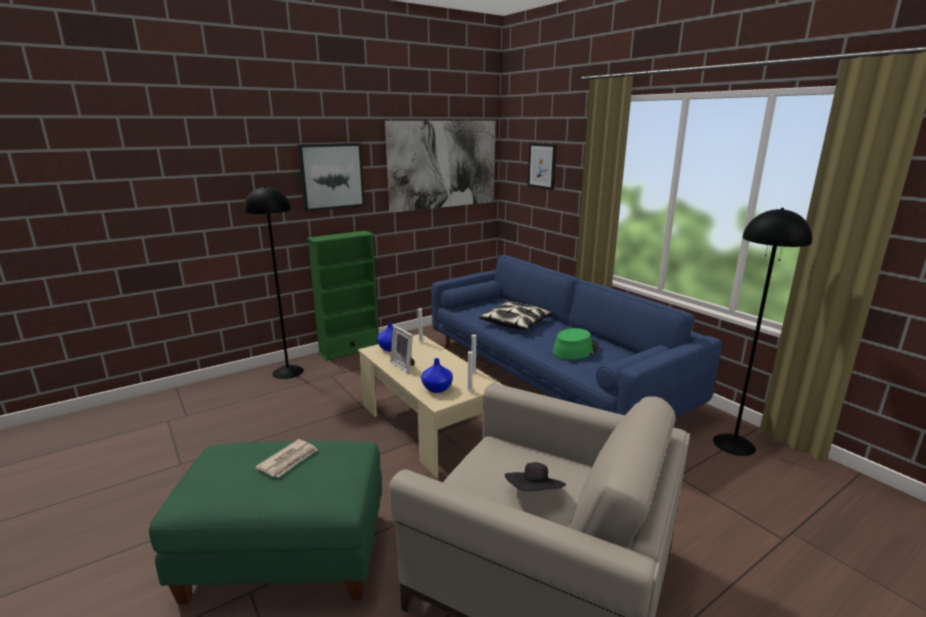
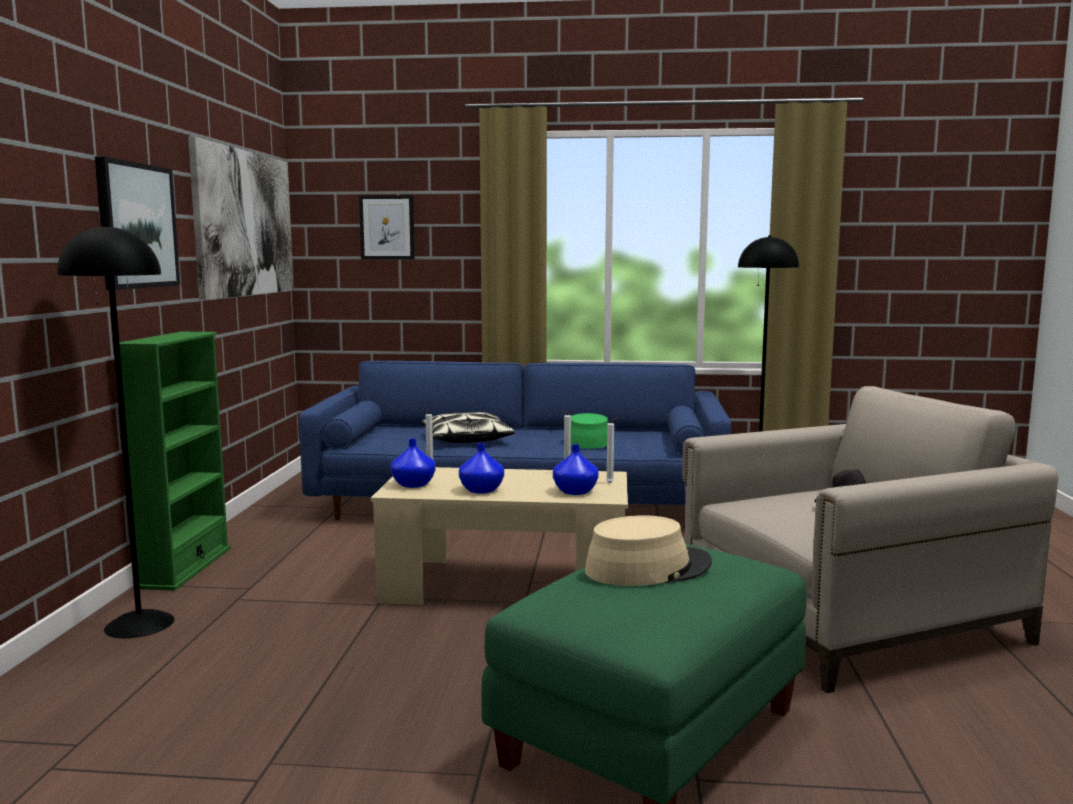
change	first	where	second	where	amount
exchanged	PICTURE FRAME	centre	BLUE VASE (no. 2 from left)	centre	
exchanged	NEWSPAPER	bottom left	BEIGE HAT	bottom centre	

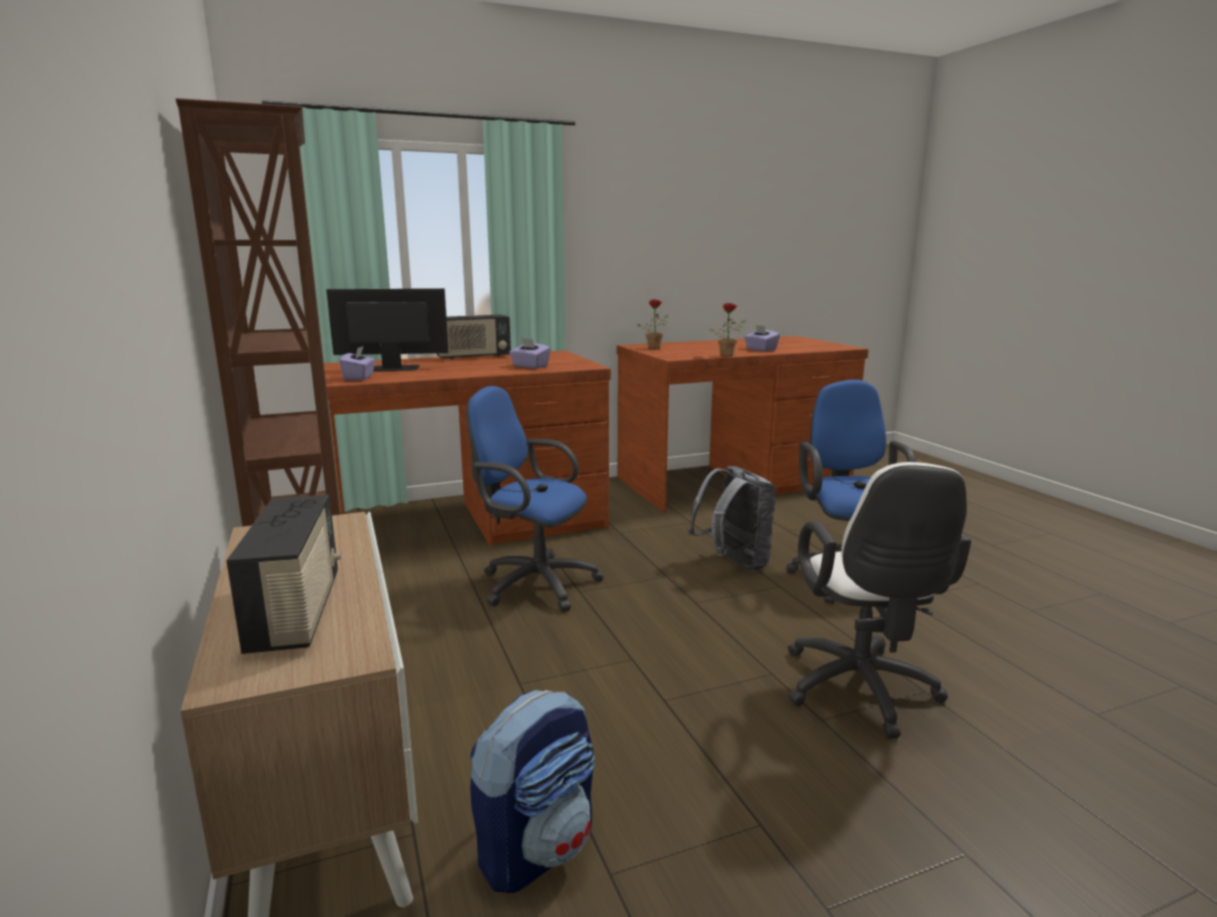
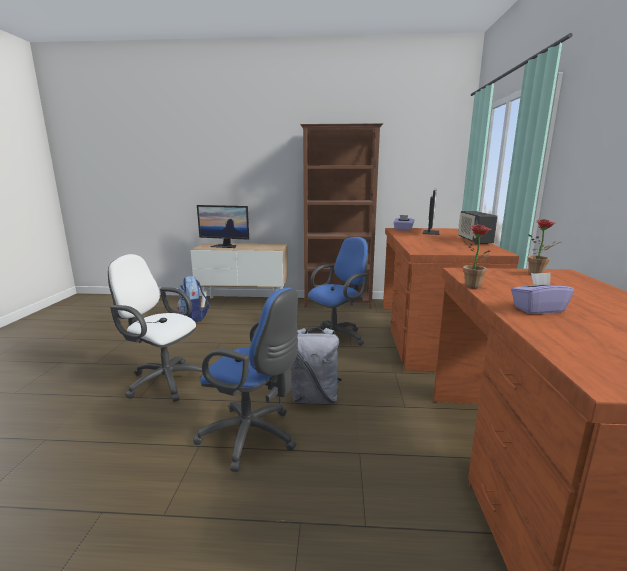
change	first	where	second	where	amount
exchanged	RADIO (no. 1 from left)	middle left	MONITOR (no. 1 from left)	centre	
missing	PURPLE TISSUE BOX (no. 2 from left)	centre			

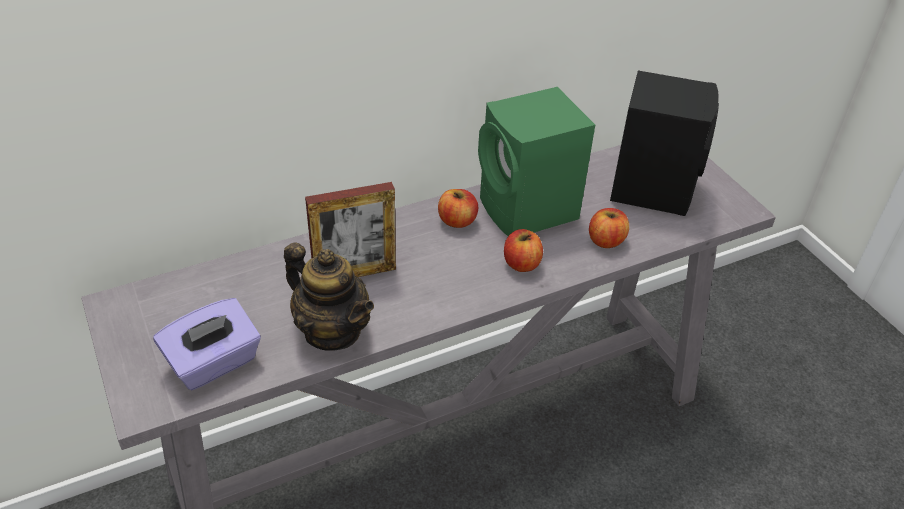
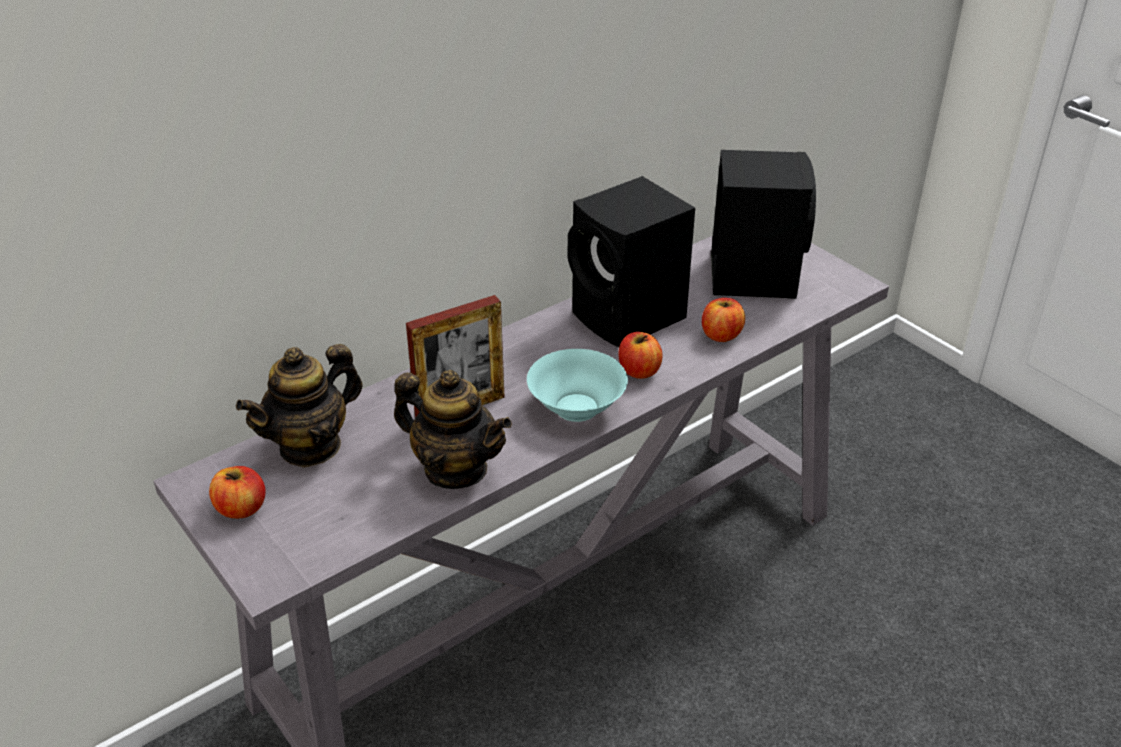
change	first	where	second	where	amount
relocated	APPLE (no. 1 from left)	centre		middle left	
appeared			TEAPOT (no. 1 from left)	middle left	
appeared			TURQUOISE BOWL	centre	
colour	GREEN SPEAKER	top centre	BLACK SPEAKER (no. 1 from left)	centre	
missing	PURPLE TISSUE BOX	bottom left			

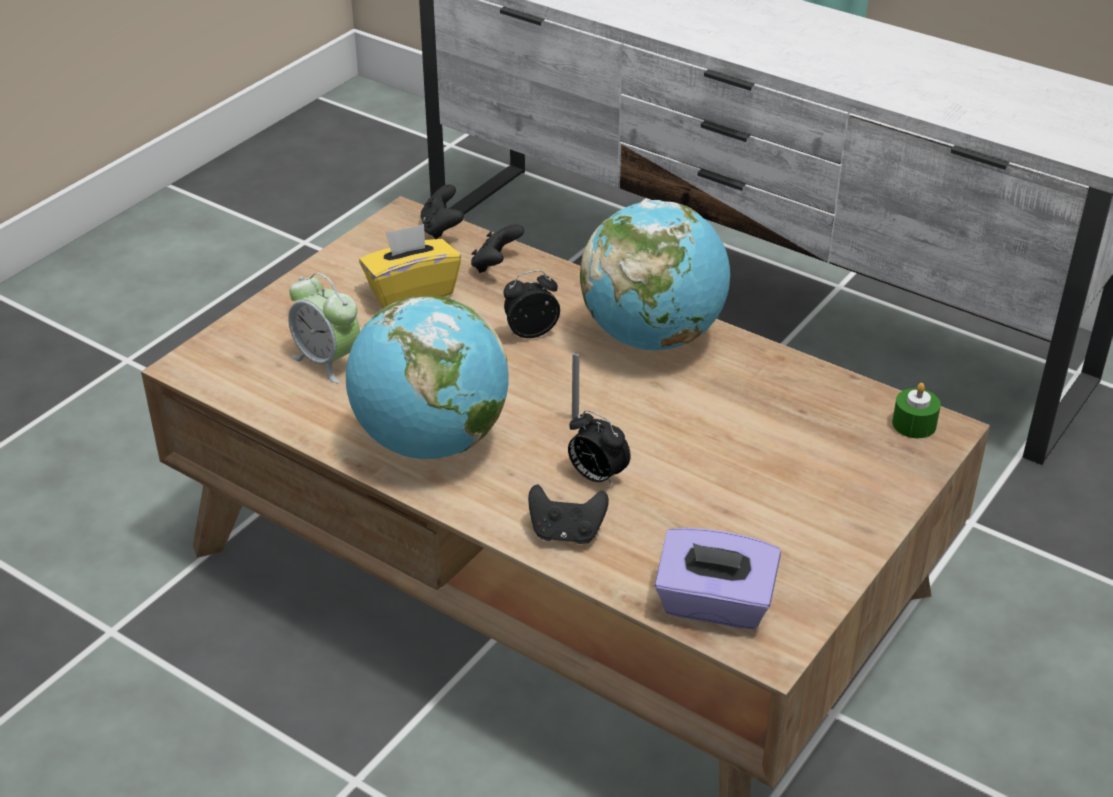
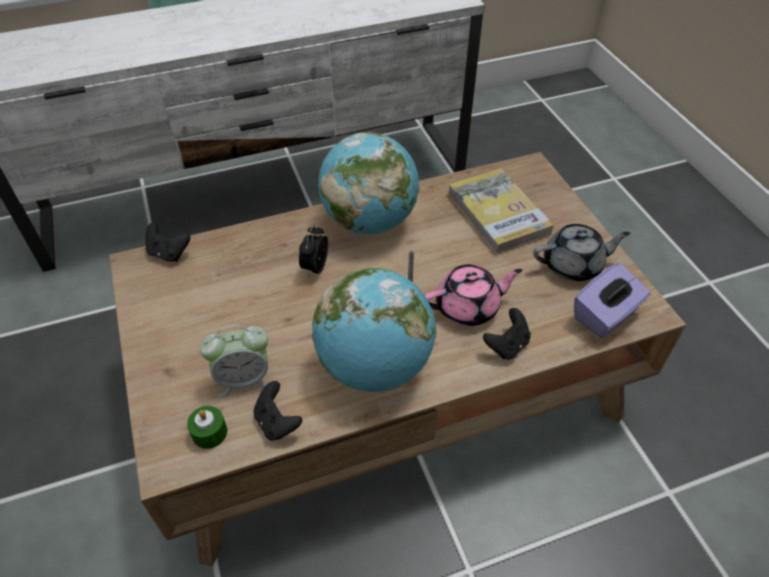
change	first	where	second	where	amount
relocated	GREEN CANDLE	middle right		bottom left	
relocated	BLACK GAME CONTROLLER (no. 2 from left)	top centre		bottom centre	
exchanged	ALARM CLOCK (no. 3 from left)	centre	PINK TEAPOT	centre	
appeared			BOOK	centre	
appeared			GREY TEAPOT	middle right	
missing	YELLOW TISSUE BOX	centre			

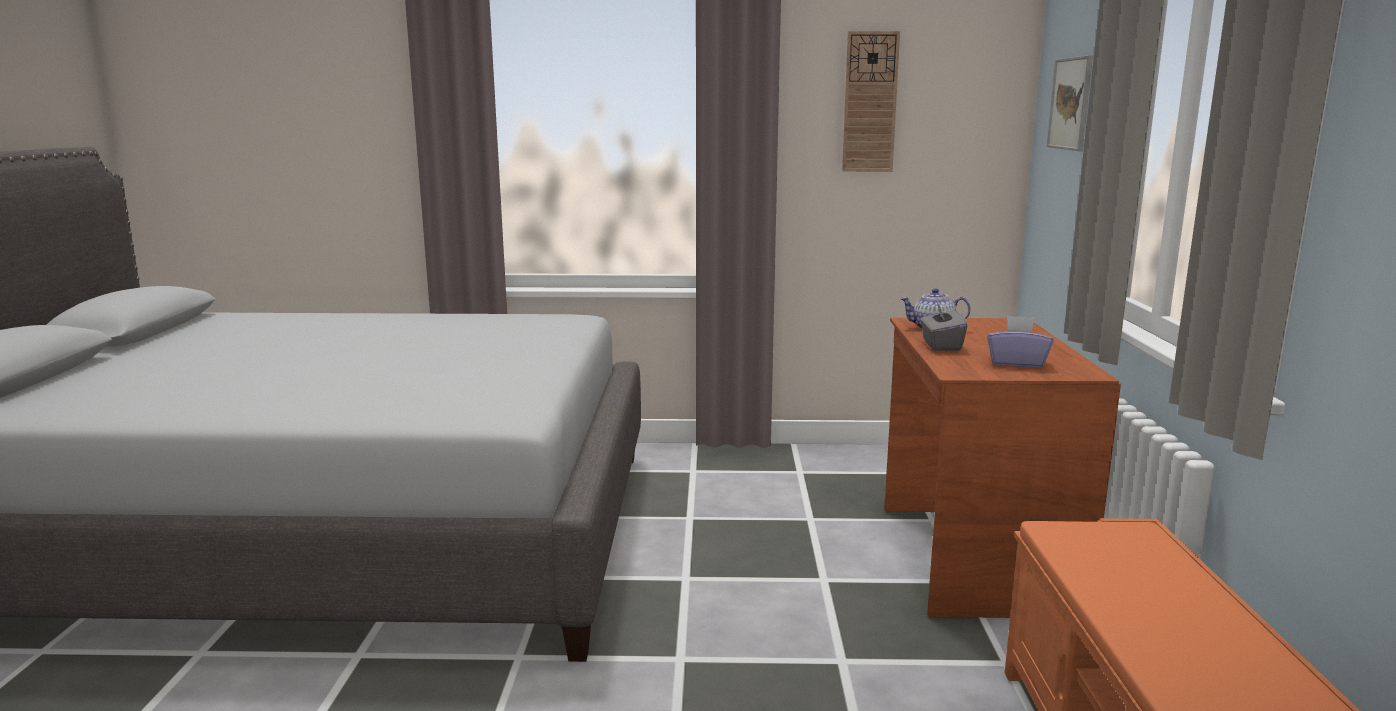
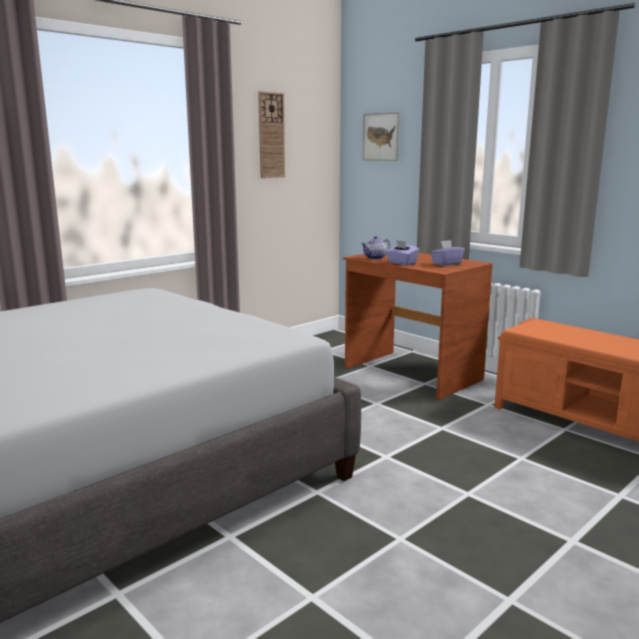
change	first	where	second	where	amount
colour	GREY TISSUE BOX	middle right	PURPLE TISSUE BOX (no. 1 from left)	centre	

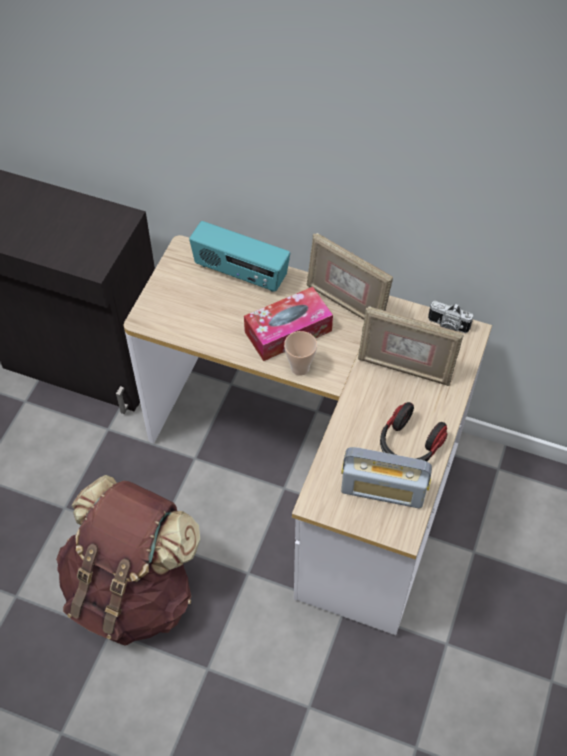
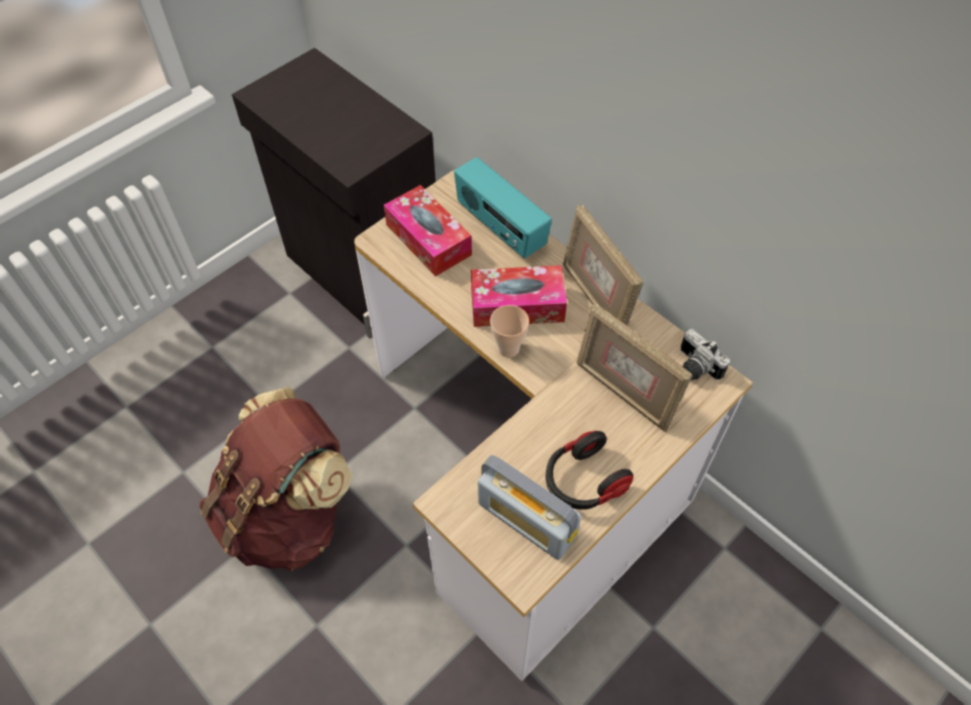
change	first	where	second	where	amount
appeared			TISSUE BOX (no. 1 from left)	top centre	

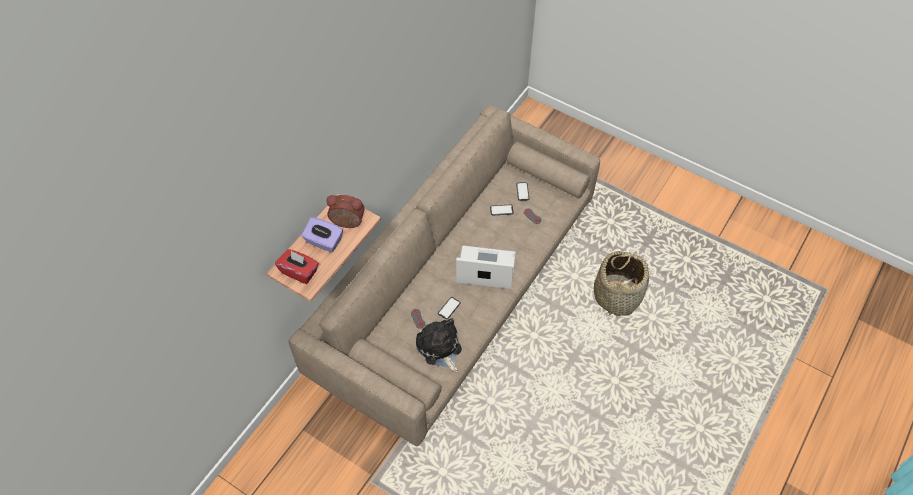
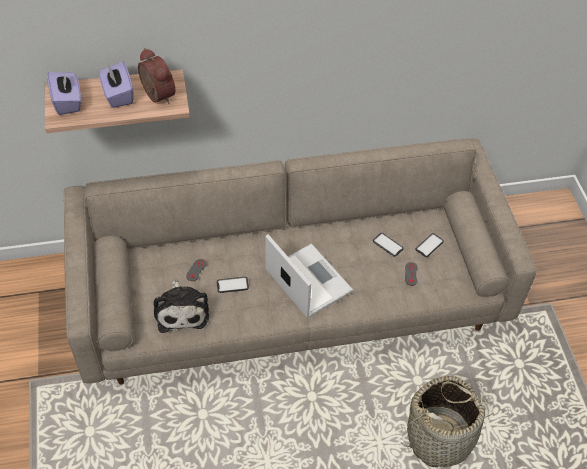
change	first	where	second	where	amount
colour	RED TISSUE BOX	middle left	PURPLE TISSUE BOX (no. 1 from left)	top left	
spun	PLUSH TOY	bottom centre		middle left	150 degrees clockwise

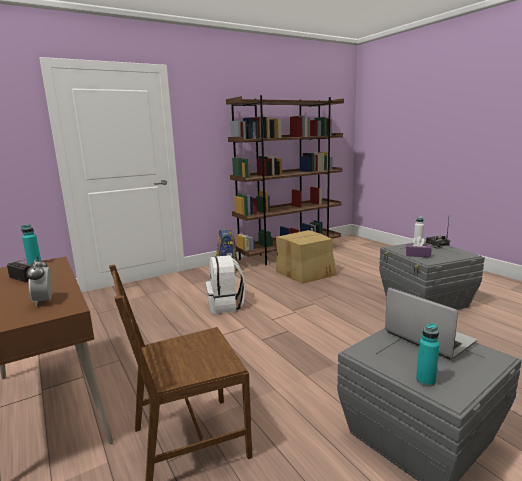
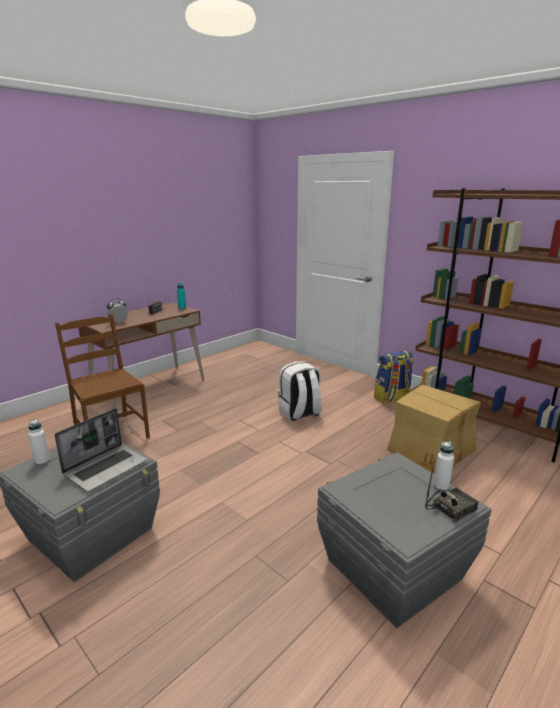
change	first	where	second	where	amount
colour	TURQUOISE BOTTLE (no. 2 from left)	bottom right	WHITE BOTTLE (no. 1 from left)	middle left	
missing	PURPLE TISSUE BOX	middle right			

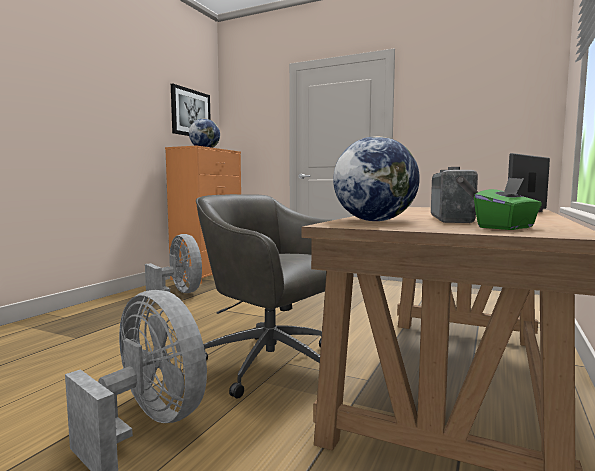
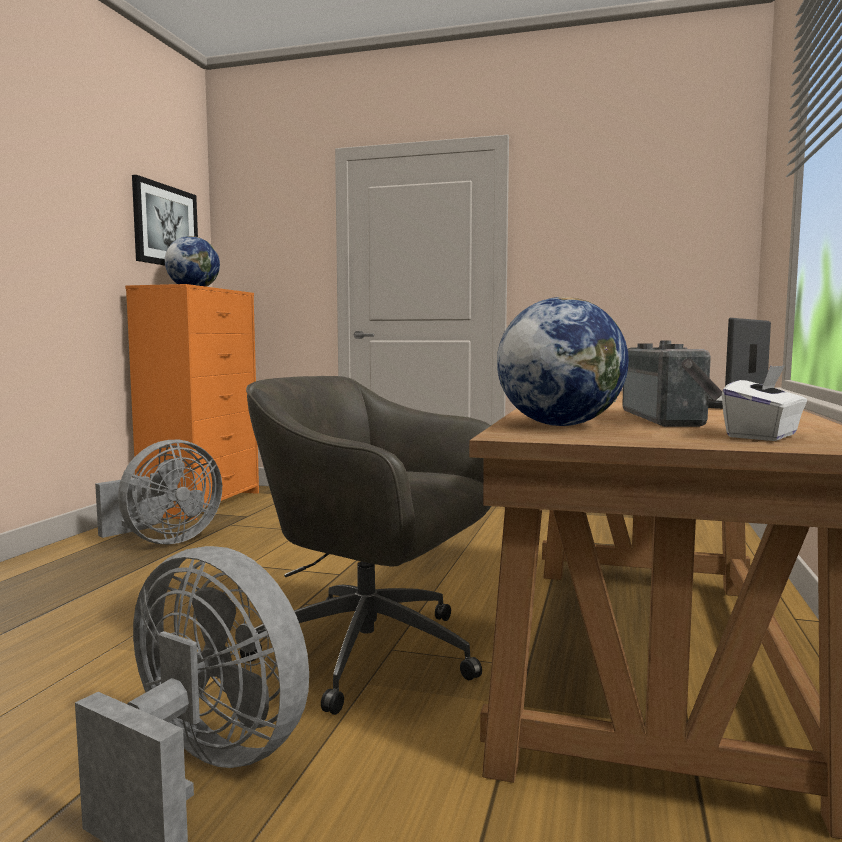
change	first	where	second	where	amount
spun	GREY FAN (no. 2 from left in the first image)	middle left	GREY FAN (no. 1 from left)	middle left	90 degrees clockwise
colour	GREEN TISSUE BOX	middle right	WHITE TISSUE BOX	middle right	

